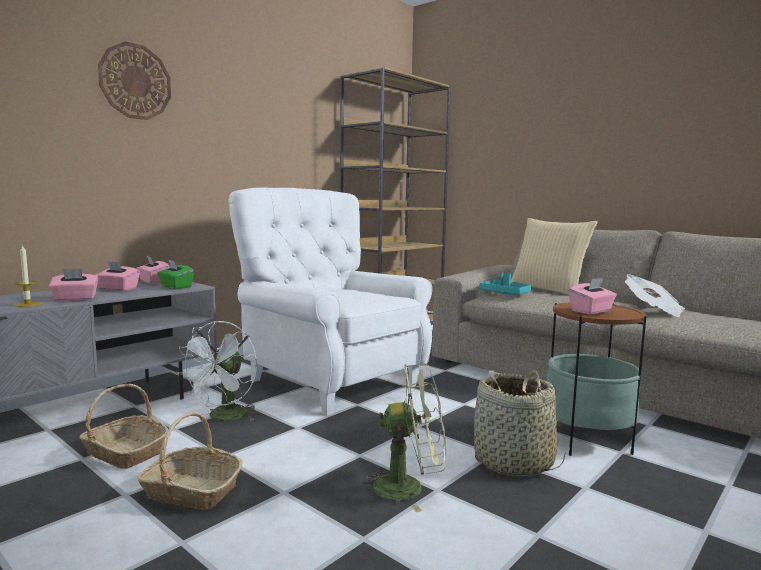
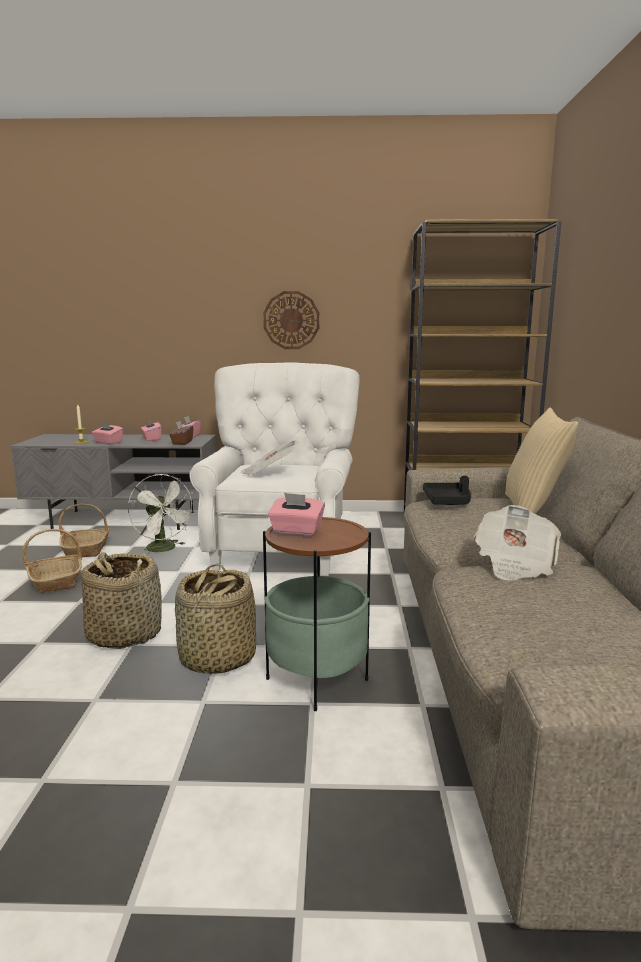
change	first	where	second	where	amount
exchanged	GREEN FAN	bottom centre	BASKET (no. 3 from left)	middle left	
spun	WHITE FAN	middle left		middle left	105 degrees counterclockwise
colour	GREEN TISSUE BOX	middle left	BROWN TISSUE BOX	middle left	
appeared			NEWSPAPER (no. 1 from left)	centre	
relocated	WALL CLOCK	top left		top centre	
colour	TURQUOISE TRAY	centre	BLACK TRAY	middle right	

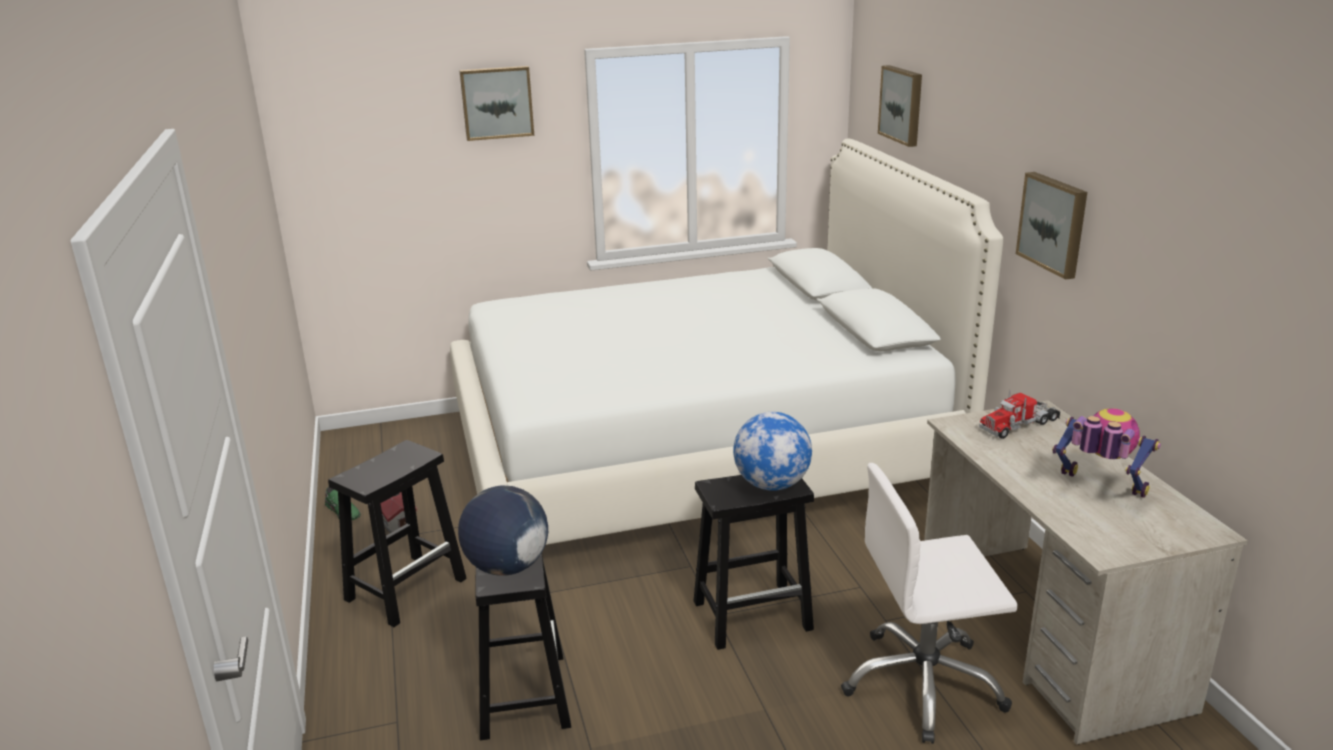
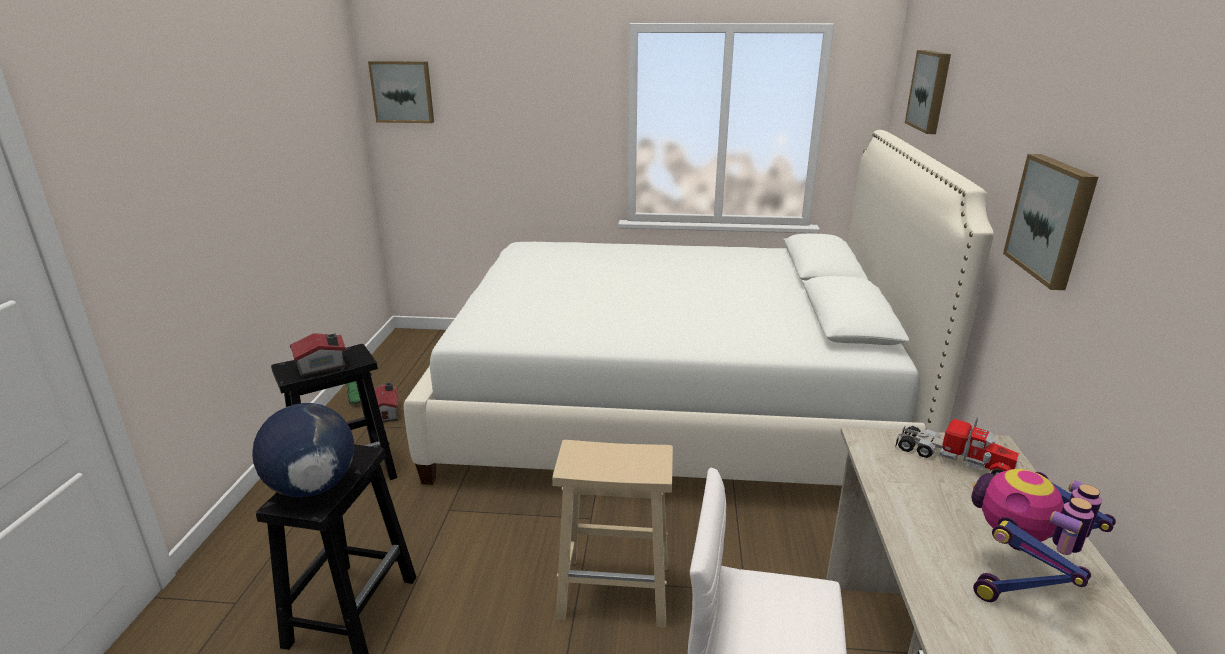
change	first	where	second	where	amount
appeared			TOY HOUSE (no. 1 from left)	middle left	
relocated	PICTURE (no. 1 from left)	top centre		top left	
colour	BLACK STOOL (no. 3 from left)	bottom centre	BEIGE STOOL	bottom centre	
spun	TOY TRUCK	middle right		bottom right	135 degrees counterclockwise
spun	TOY ROBOT	middle right		bottom right	105 degrees counterclockwise
missing	GLOBE (no. 2 from left)	centre			

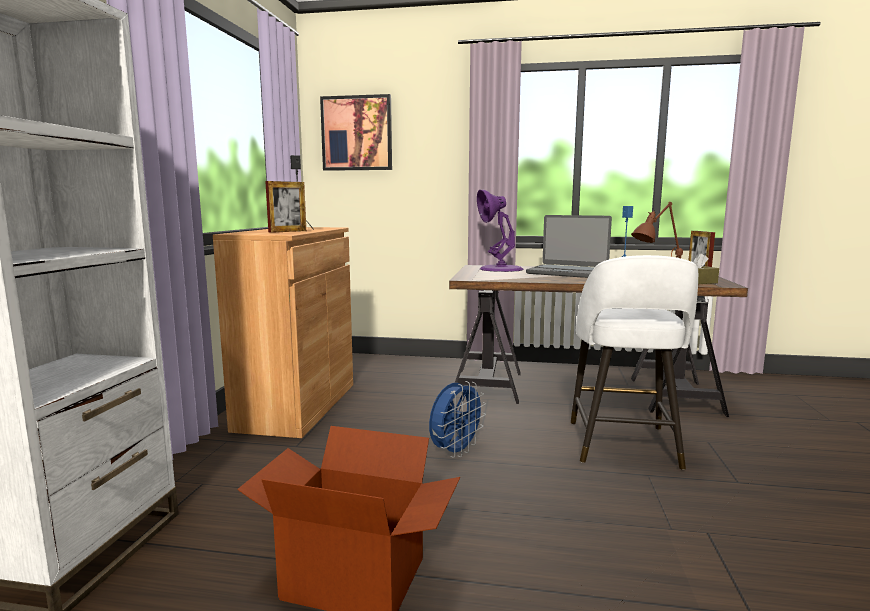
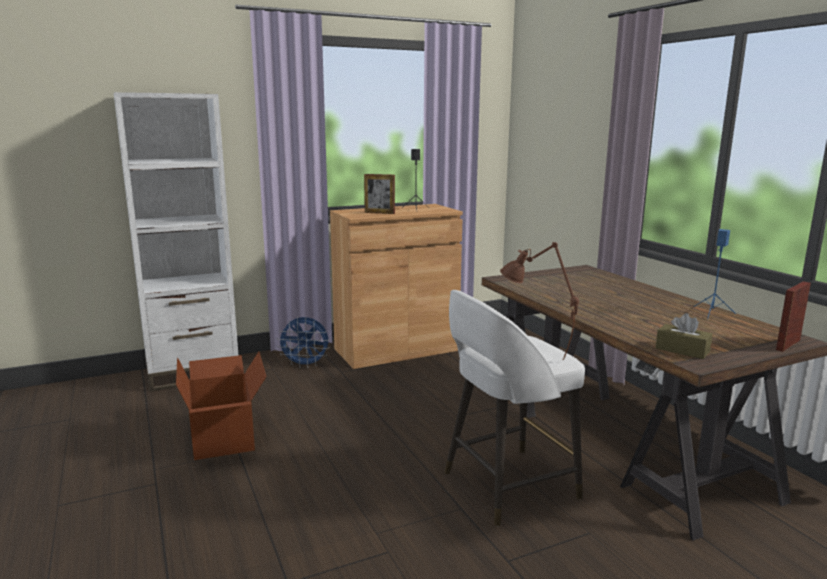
change	first	where	second	where	amount
relocated	BLUE FAN	bottom centre		centre	
missing	PICTURE	top centre			
missing	PURPLE TABLE LAMP	centre			
missing	LAPTOP	centre			

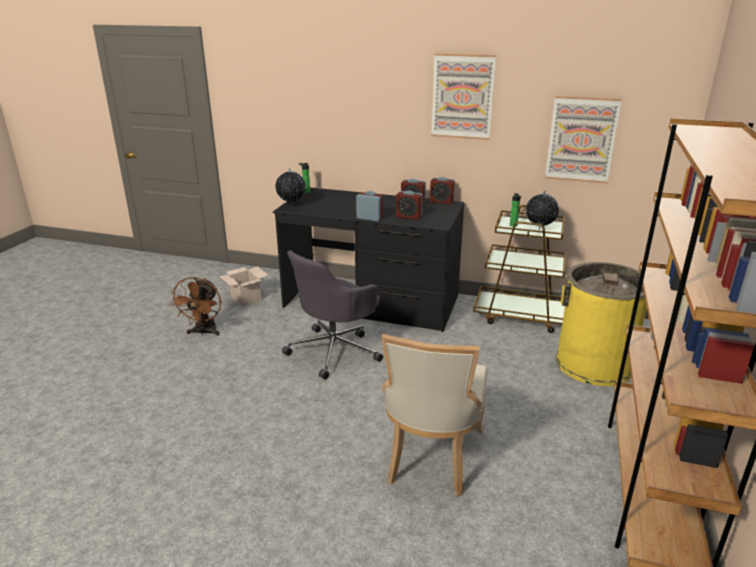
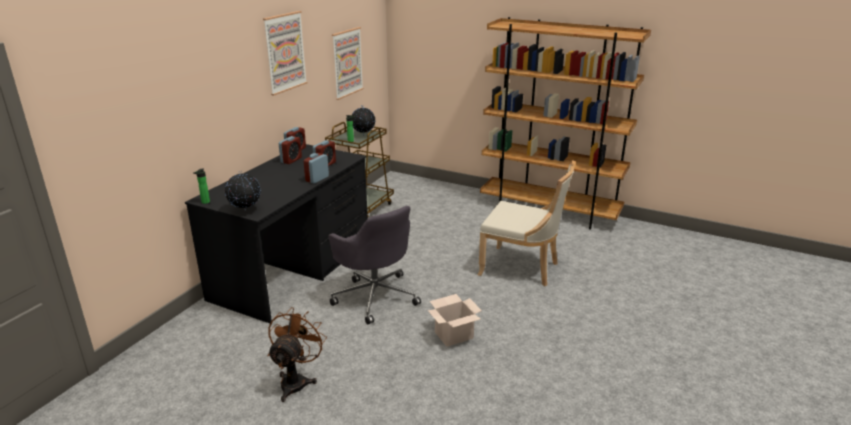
change	first	where	second	where	amount
spun	BROWN FAN	middle left		bottom centre	90 degrees counterclockwise
relocated	CARDBOARD BOX	middle left		bottom centre	
missing	YELLOW TRASH CAN	middle right			

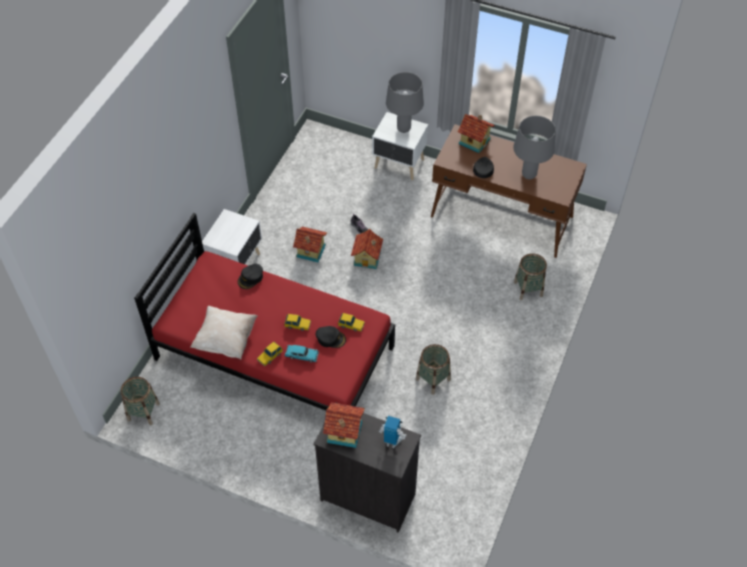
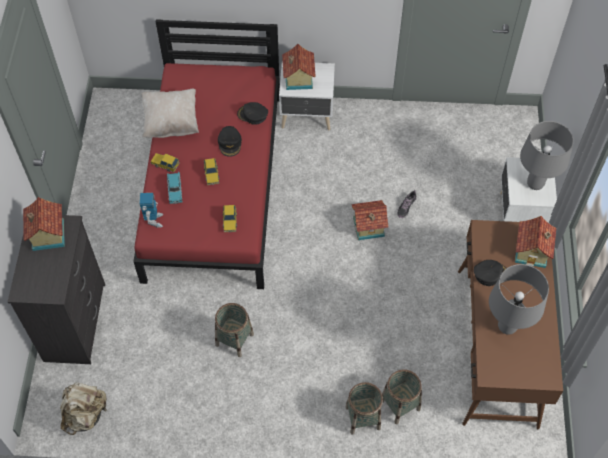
change	first	where	second	where	amount
appeared			BEIGE BACKPACK	bottom left	
relocated	TOY ROBOT	bottom centre		middle left	
relocated	BLACK CAP (no. 2 from left in the first image)	centre	BLACK CAP (no. 1 from left)	top centre	
relocated	TOY HOUSE (no. 1 from left in the first image)	centre	TOY HOUSE (no. 2 from left)	top centre	
relocated	BASKET (no. 1 from left in the first image)	bottom left	BASKET (no. 2 from left)	bottom centre	

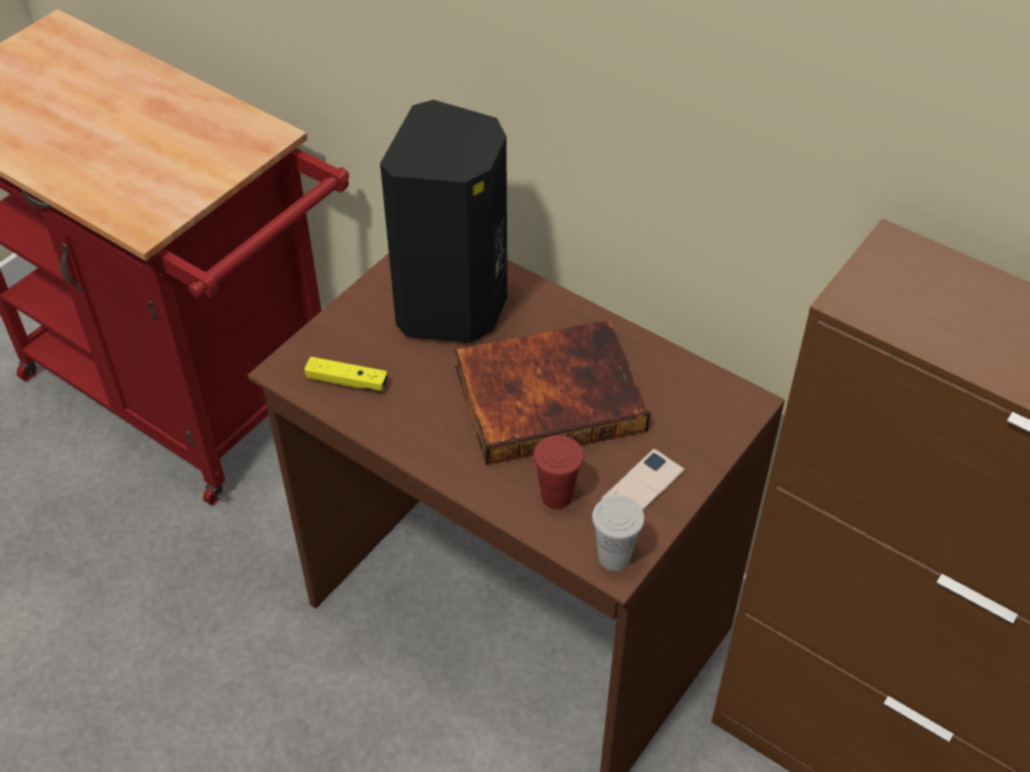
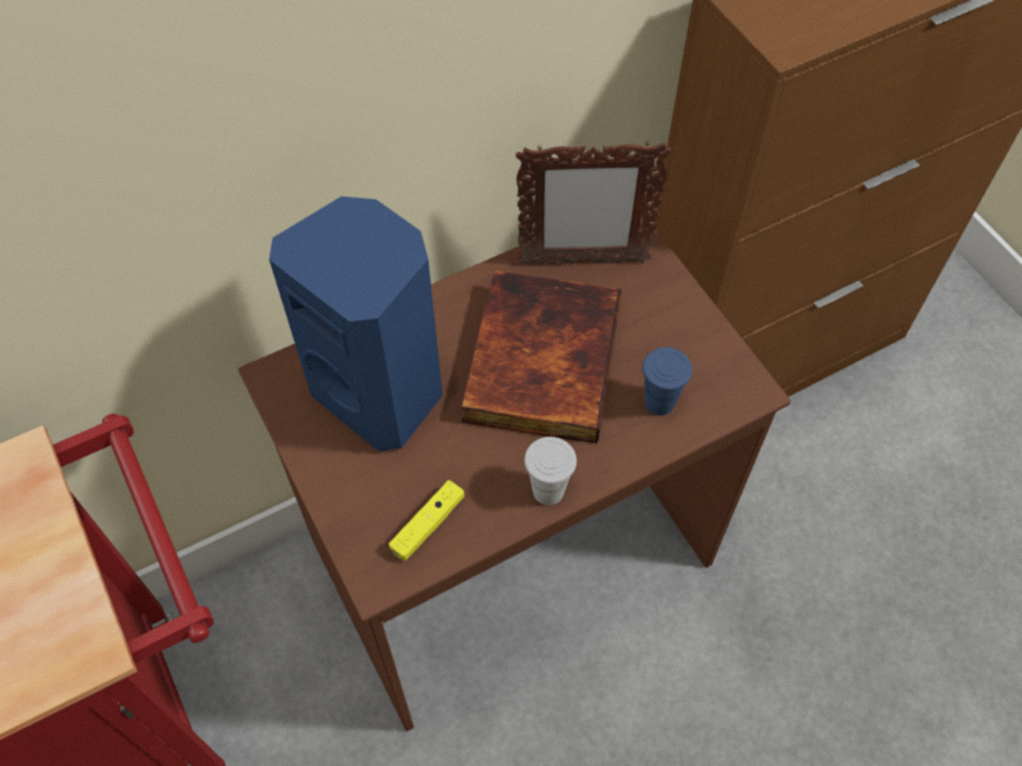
change	first	where	second	where	amount
colour	BLACK SPEAKER	top centre	BLUE SPEAKER	centre	
appeared			PICTURE FRAME	top centre	
relocated	WHITE CUP	bottom centre		centre	
colour	RED CUP	centre	BLUE CUP	centre	
missing	PHONE	centre			

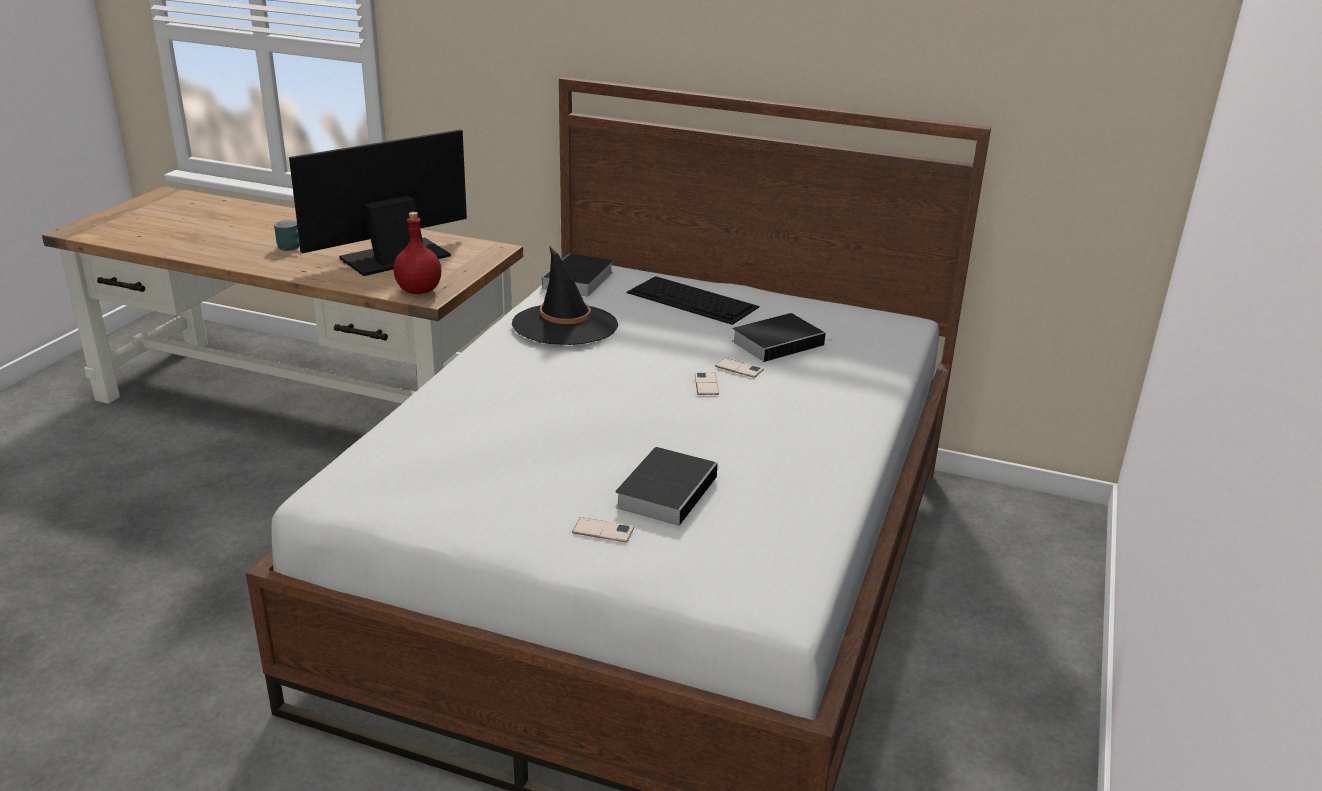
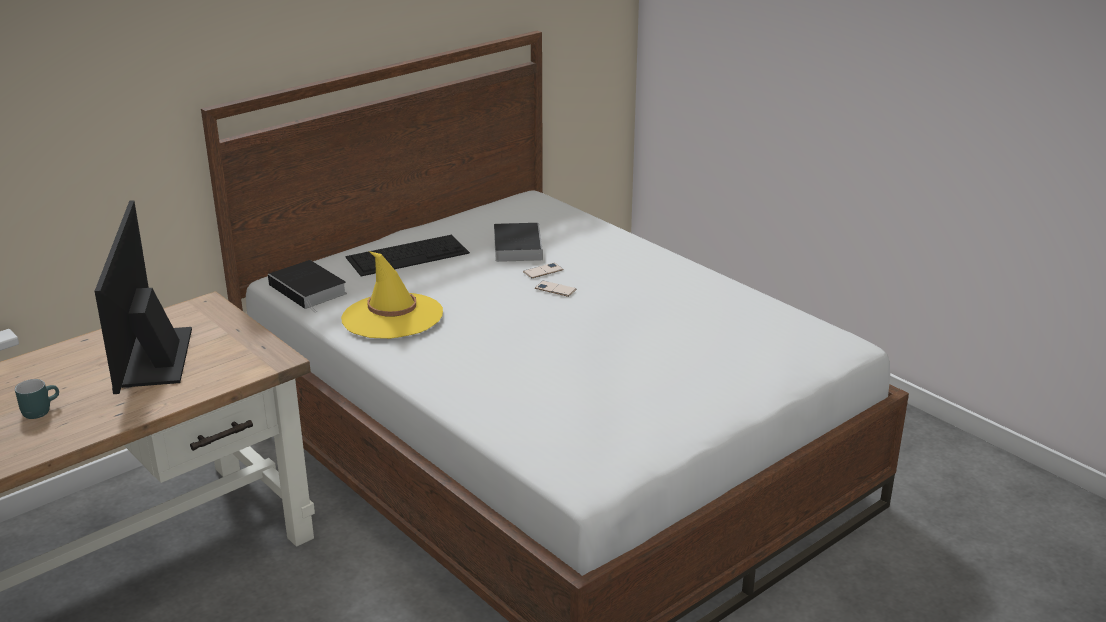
change	first	where	second	where	amount
colour	BLACK HAT	centre	YELLOW HAT	centre	
missing	RED BOTTLE	top left			
missing	PHONE (no. 1 from left)	bottom centre			
missing	BOOK (no. 2 from left)	centre			

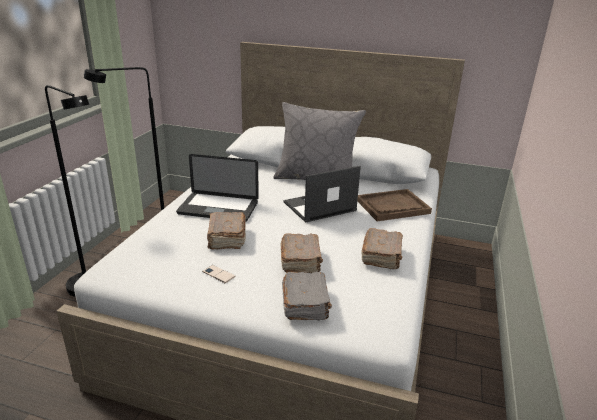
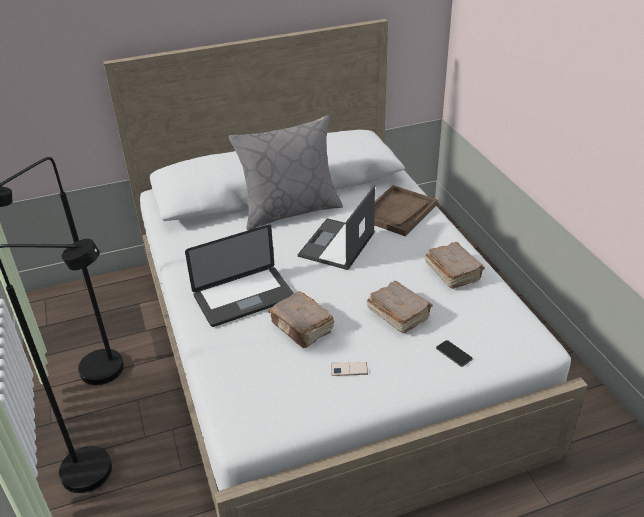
change	first	where	second	where	amount
exchanged	GREY BOOK	bottom centre	PHONE (no. 2 from left)	bottom right	

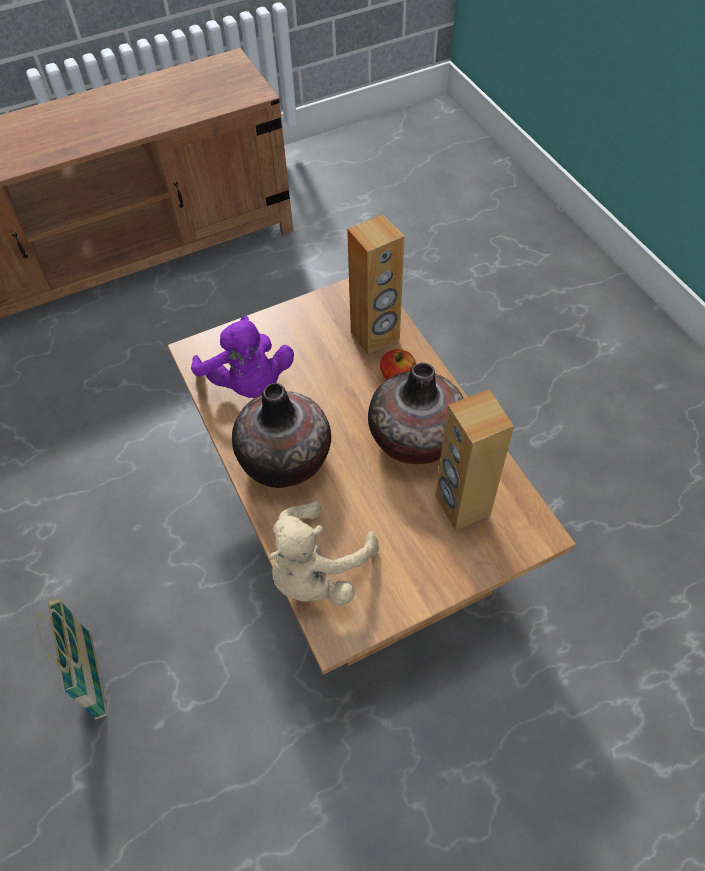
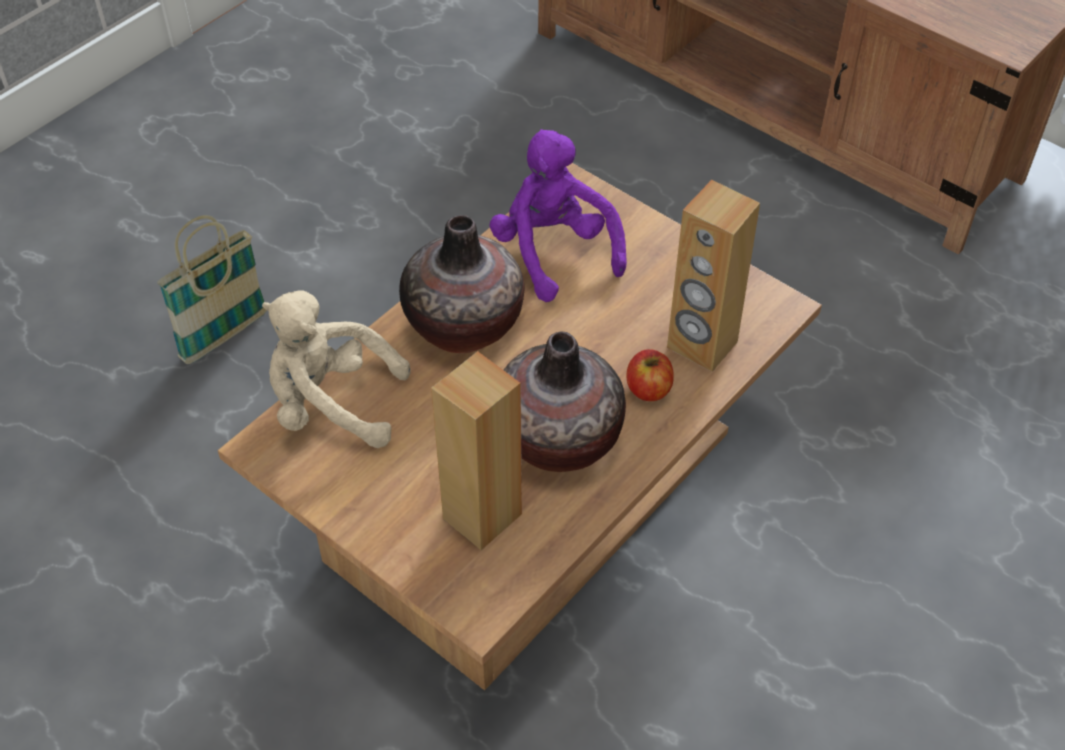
change	first	where	second	where	amount
spun	PURPLE PLUSH TOY	centre		top centre	120 degrees clockwise

